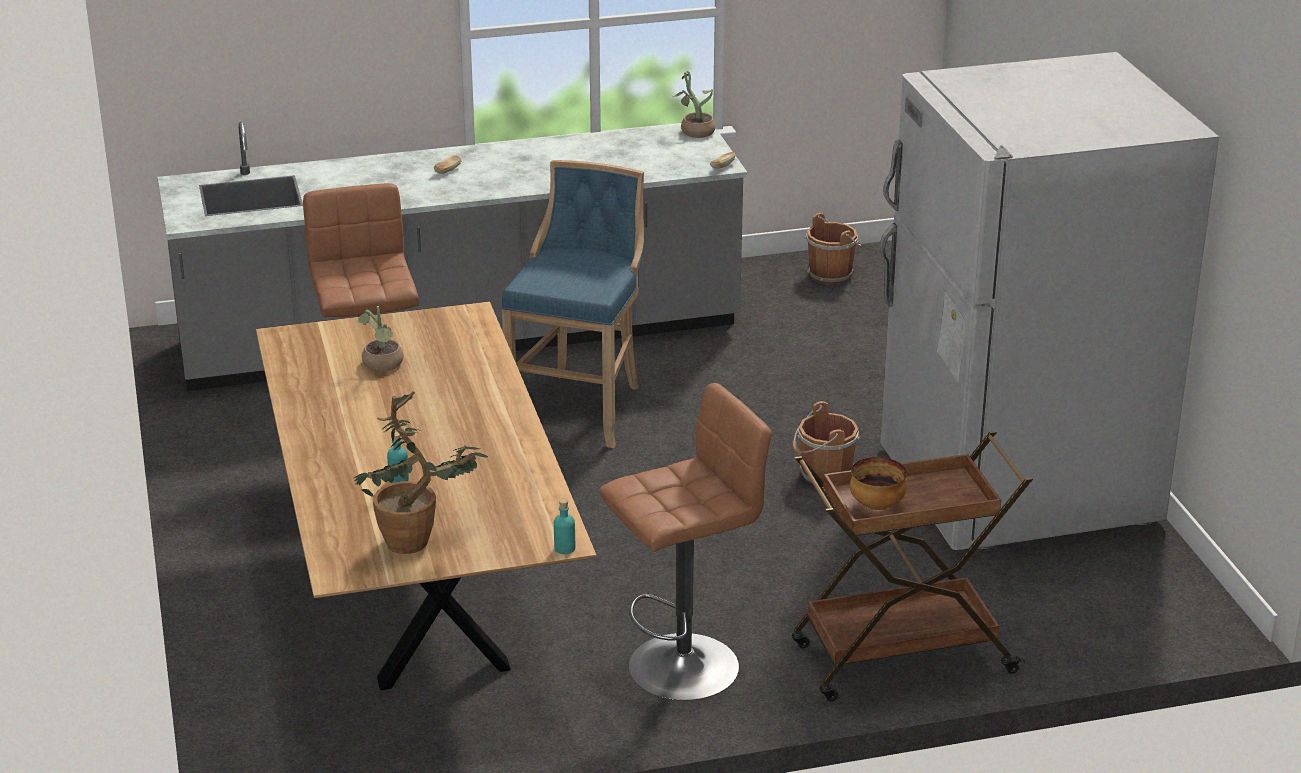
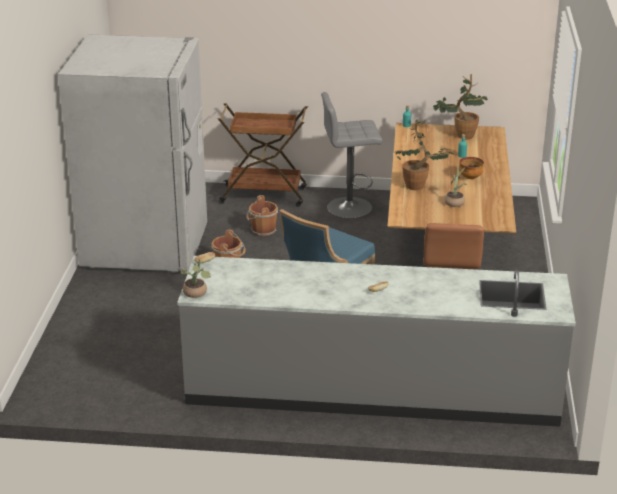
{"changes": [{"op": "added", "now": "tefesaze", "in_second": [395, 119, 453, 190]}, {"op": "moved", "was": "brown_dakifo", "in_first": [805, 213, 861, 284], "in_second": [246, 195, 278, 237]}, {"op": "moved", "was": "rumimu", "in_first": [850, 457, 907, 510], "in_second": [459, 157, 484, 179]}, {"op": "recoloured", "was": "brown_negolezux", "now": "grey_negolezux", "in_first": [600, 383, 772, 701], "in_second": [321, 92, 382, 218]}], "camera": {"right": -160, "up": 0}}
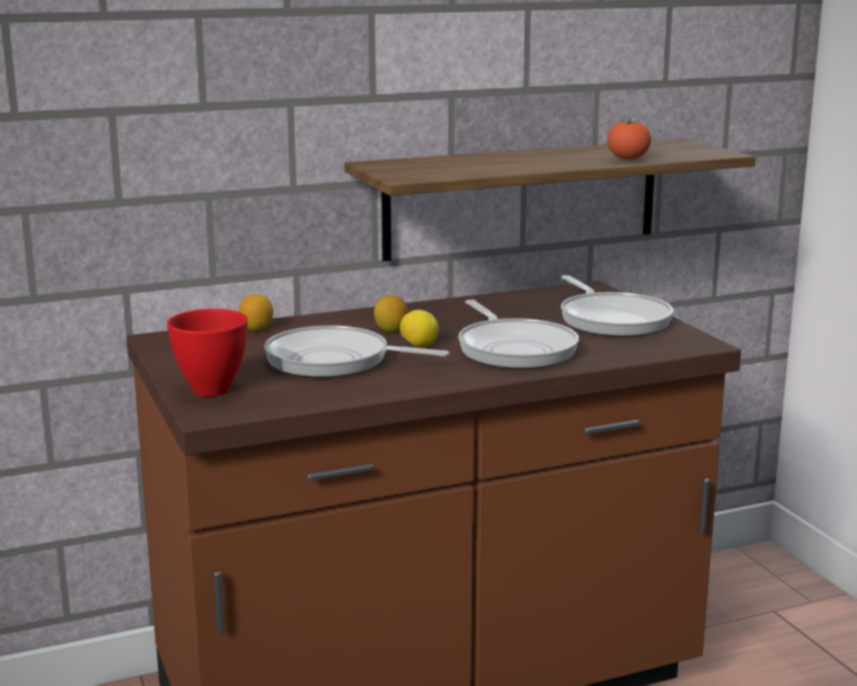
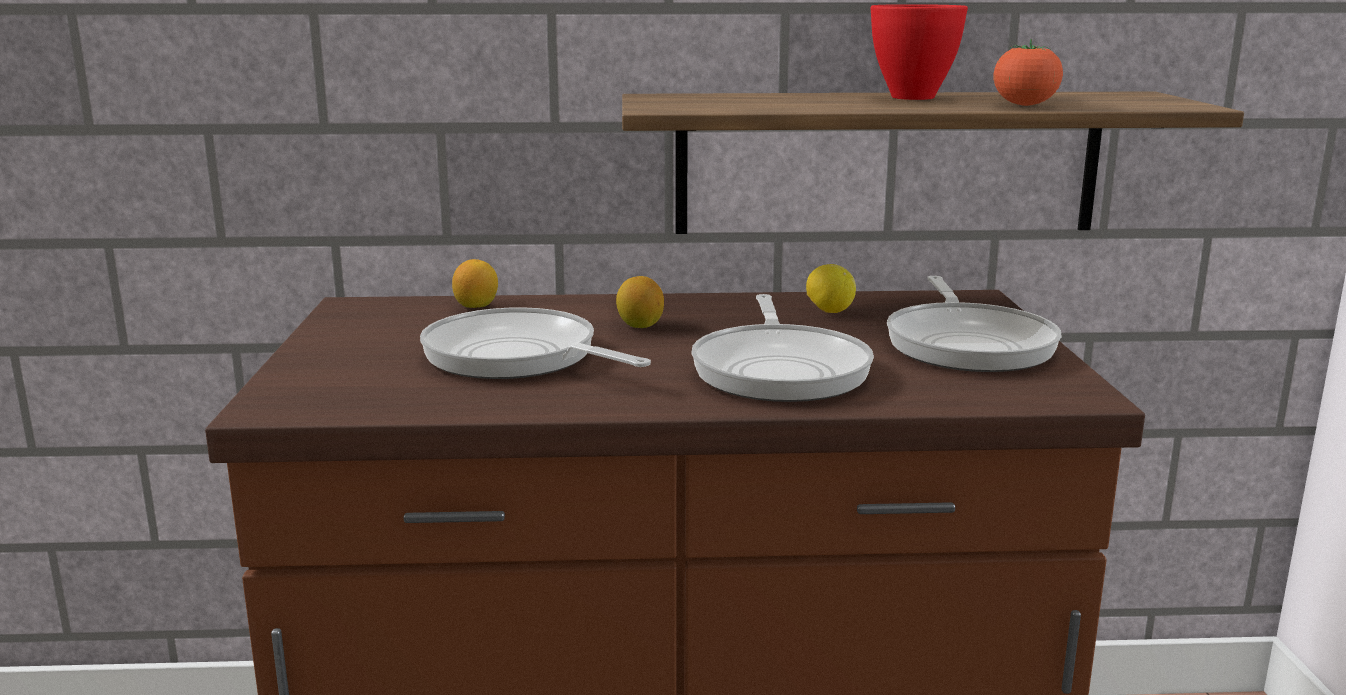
{"changes": [{"op": "moved", "was": "red_rumimu", "in_first": [167, 309, 248, 397], "in_second": [871, 4, 968, 100]}, {"op": "moved", "was": "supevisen", "in_first": [400, 310, 439, 348], "in_second": [806, 264, 856, 313]}], "camera": {"right": 20, "up": 0}}
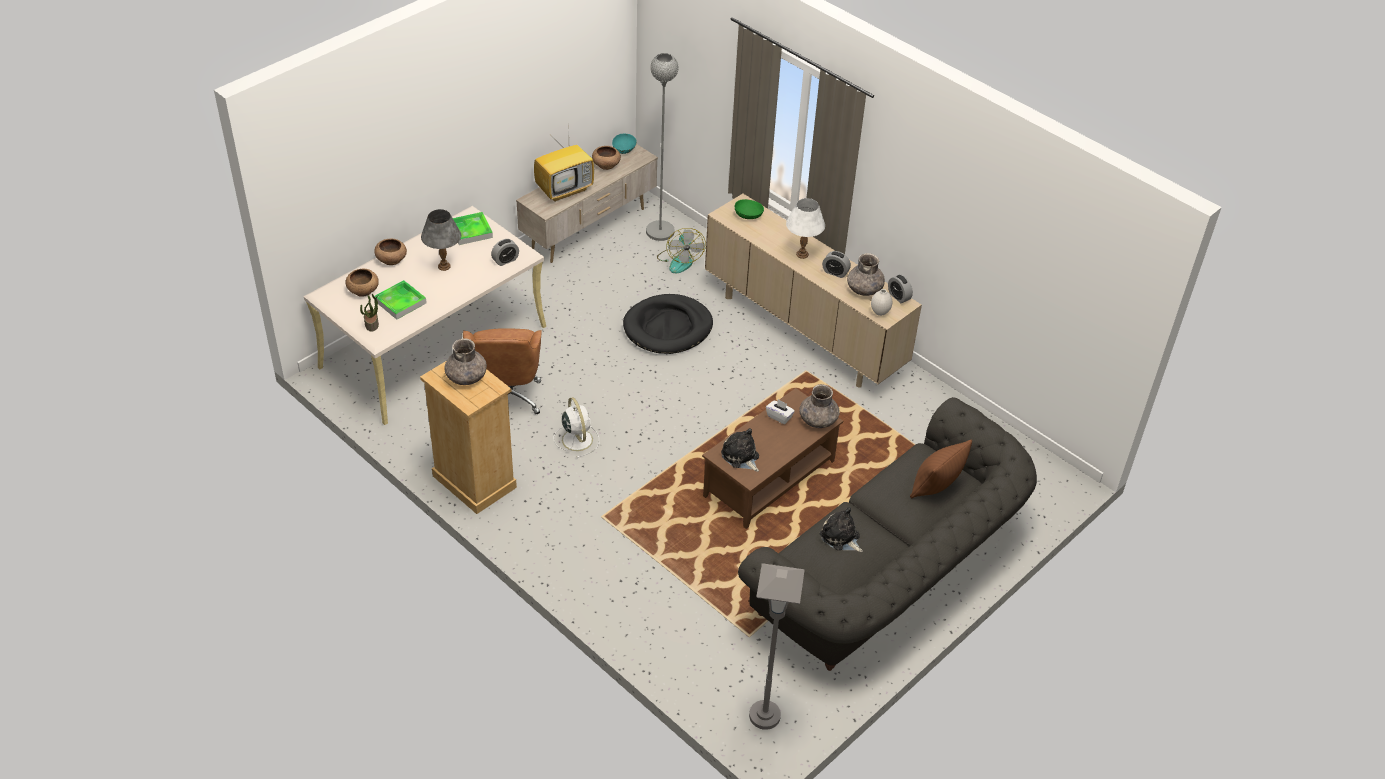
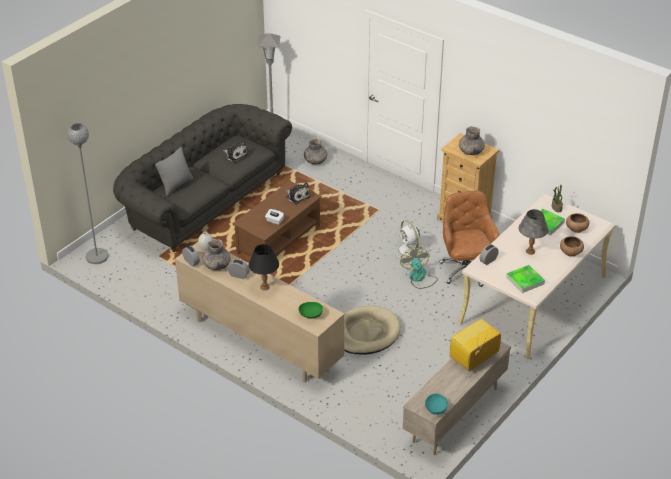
{"changes": [{"op": "removed", "was": "brown_rumimu", "in_first": [592, 146, 621, 170]}, {"op": "moved", "was": "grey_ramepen", "in_first": [646, 53, 678, 241], "in_second": [67, 123, 108, 264]}, {"op": "moved", "was": "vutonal", "in_first": [657, 228, 706, 273], "in_second": [400, 247, 438, 289]}, {"op": "moved", "was": "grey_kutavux", "in_first": [799, 384, 840, 428], "in_second": [304, 138, 327, 164]}, {"op": "recoloured", "was": "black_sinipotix", "now": "beige_sinipotix", "in_first": [623, 294, 713, 354], "in_second": [344, 305, 401, 355]}, {"op": "recoloured", "was": "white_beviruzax", "now": "black_beviruzax", "in_first": [786, 198, 825, 259], "in_second": [249, 244, 279, 291]}, {"op": "recoloured", "was": "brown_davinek", "now": "grey_davinek", "in_first": [910, 440, 972, 498], "in_second": [155, 147, 193, 196]}], "camera": {"right": 175, "up": -5}}
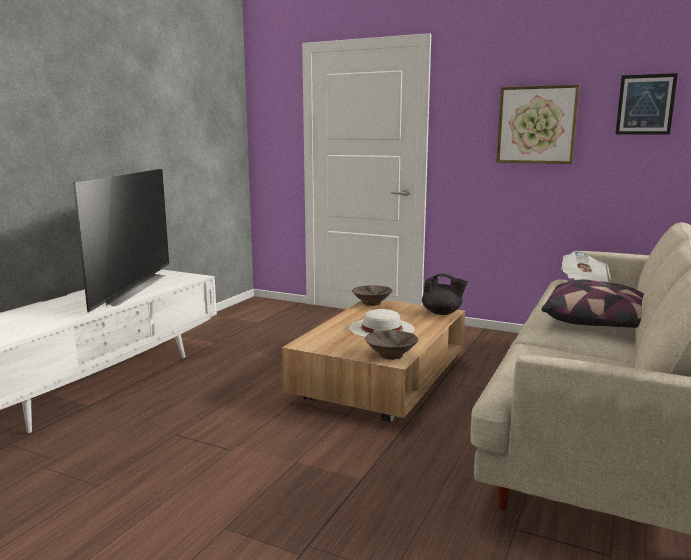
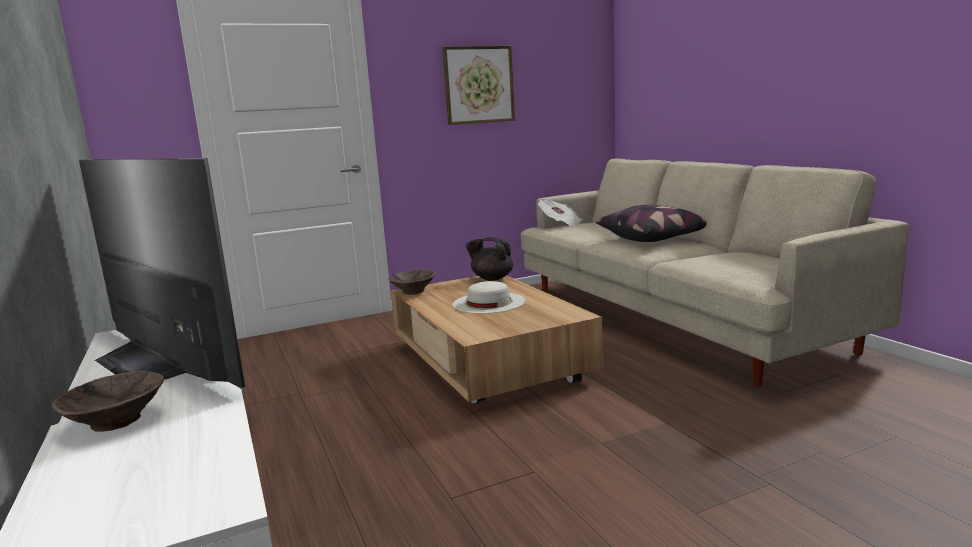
{"changes": [{"op": "removed", "was": "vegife", "in_first": [616, 73, 678, 134]}, {"op": "moved", "was": "brown_rumimu", "in_first": [365, 330, 418, 360], "in_second": [51, 371, 165, 432]}, {"op": "turned", "was": "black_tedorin", "in_first": [422, 274, 468, 315], "in_second": [465, 237, 514, 281], "clockwise": -135}], "camera": {"right": -50, "up": 0}}
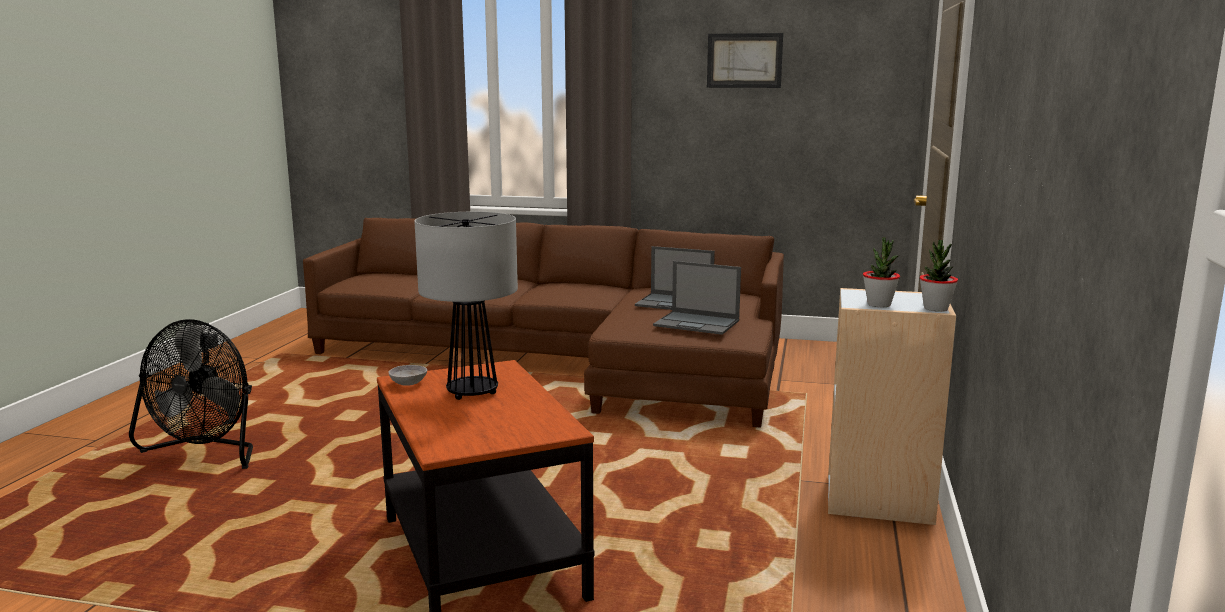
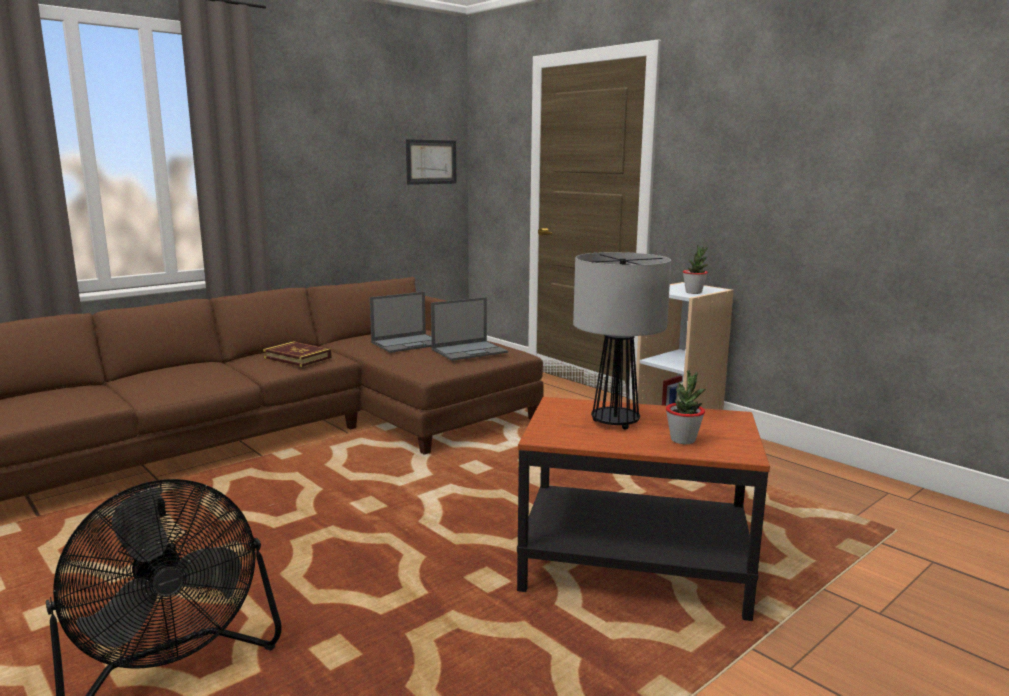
{"changes": [{"op": "removed", "was": "grey_rumimu", "in_first": [388, 365, 427, 386]}, {"op": "added", "now": "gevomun", "in_second": [263, 341, 332, 367]}, {"op": "moved", "was": "vegife", "in_first": [707, 33, 783, 88], "in_second": [406, 139, 456, 185]}, {"op": "moved", "was": "tefesaze", "in_first": [919, 240, 958, 312], "in_second": [666, 370, 705, 444]}], "camera": {"right": -55, "up": 0}}
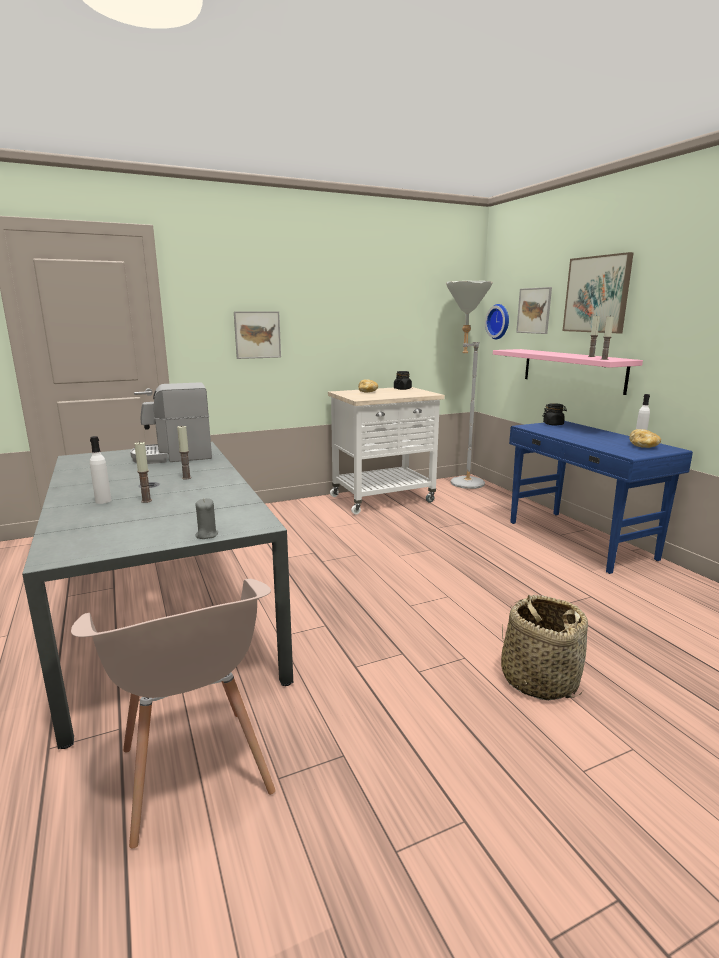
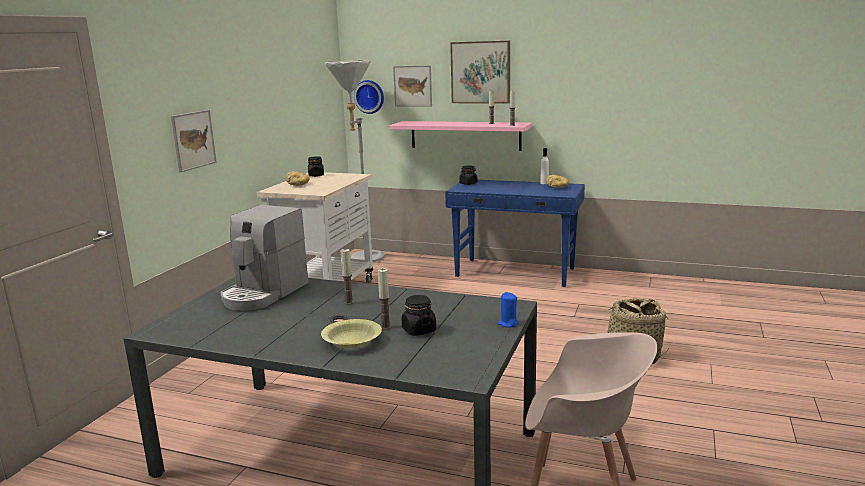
{"changes": [{"op": "added", "now": "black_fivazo", "in_second": [401, 295, 436, 336]}, {"op": "replaced", "was": "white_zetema", "now": "yellow_rumimu", "in_first": [90, 436, 112, 504], "in_second": [321, 319, 382, 349]}, {"op": "recoloured", "was": "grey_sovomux", "now": "blue_sovomux", "in_first": [195, 498, 218, 539], "in_second": [497, 292, 519, 328]}], "camera": {"right": -45, "up": 0}}
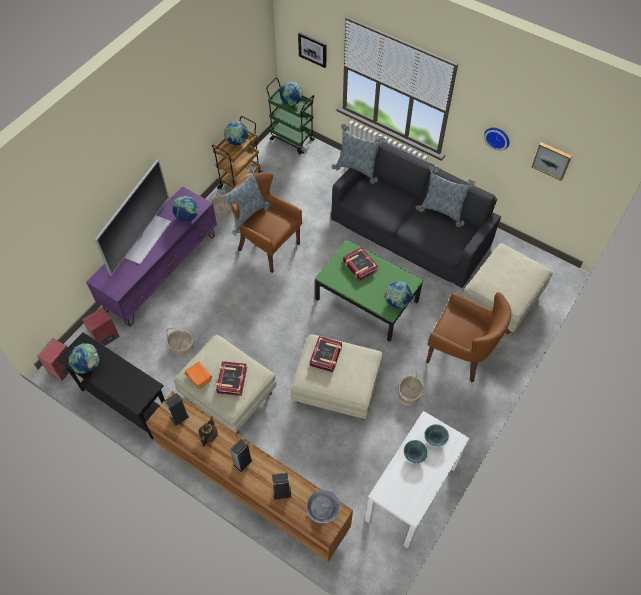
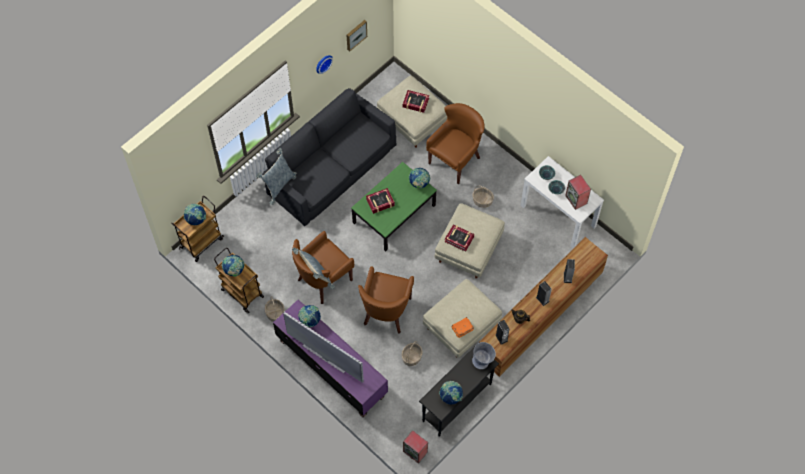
{"changes": [{"op": "removed", "was": "vegife", "in_first": [298, 32, 327, 68]}, {"op": "removed", "was": "davinek", "in_first": [416, 165, 476, 227]}, {"op": "added", "now": "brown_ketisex", "in_second": [358, 266, 414, 334]}, {"op": "moved", "was": "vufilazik", "in_first": [82, 307, 120, 346], "in_second": [565, 175, 591, 210]}, {"op": "moved", "was": "gevomun", "in_first": [216, 361, 247, 396], "in_second": [403, 90, 429, 113]}, {"op": "moved", "was": "grey_rumimu", "in_first": [306, 490, 341, 523], "in_second": [472, 342, 496, 369]}, {"op": "recoloured", "was": "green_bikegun", "now": "brown_bikegun", "in_first": [266, 78, 315, 154], "in_second": [171, 196, 224, 262]}], "camera": {"right": -80, "up": 5}}
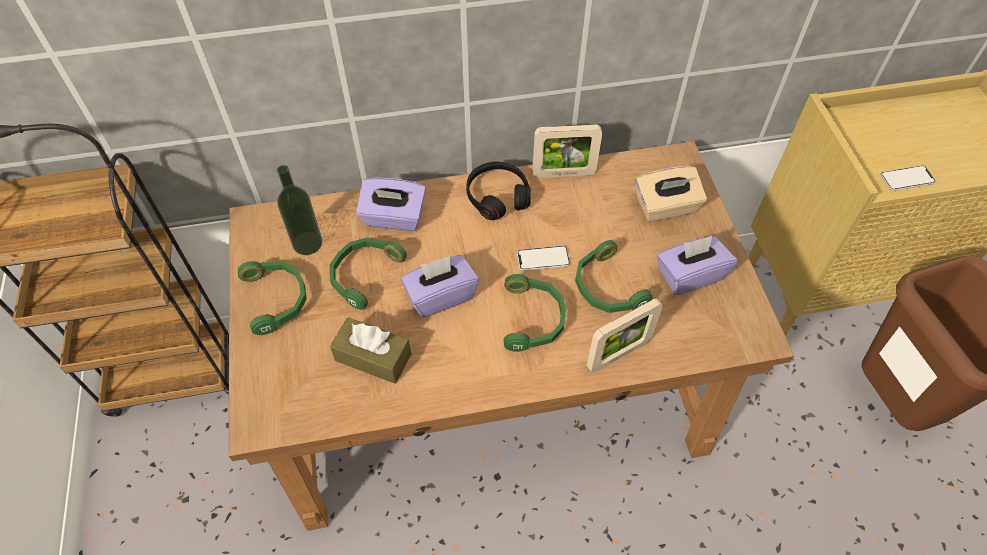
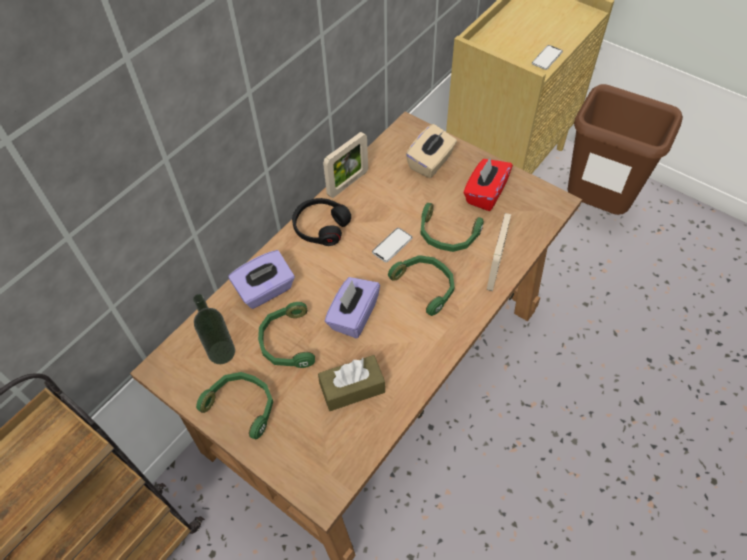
{"changes": [{"op": "recoloured", "was": "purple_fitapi", "now": "red_fitapi", "in_first": [657, 236, 737, 295], "in_second": [463, 158, 513, 211]}], "camera": {"right": -40, "up": 0}}
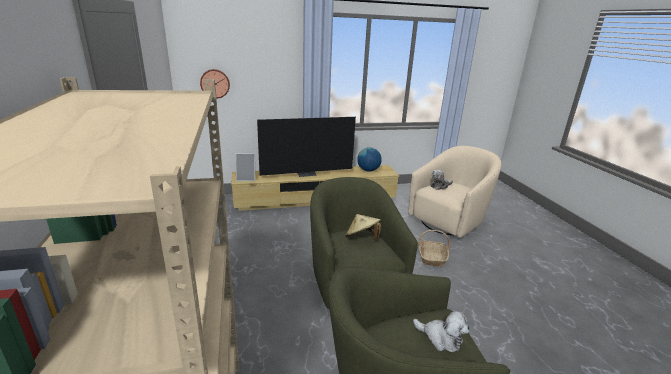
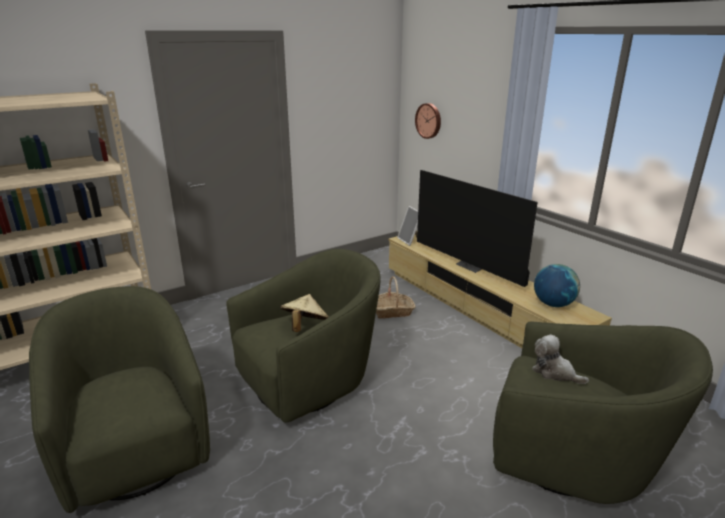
{"changes": [{"op": "removed", "was": "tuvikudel", "in_first": [413, 311, 469, 352]}, {"op": "moved", "was": "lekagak", "in_first": [418, 230, 450, 267], "in_second": [376, 276, 416, 318]}, {"op": "recoloured", "was": "beige_ketisex", "now": "green_ketisex", "in_first": [408, 146, 501, 238], "in_second": [493, 321, 713, 504]}], "camera": {"right": 70, "up": 0}}
